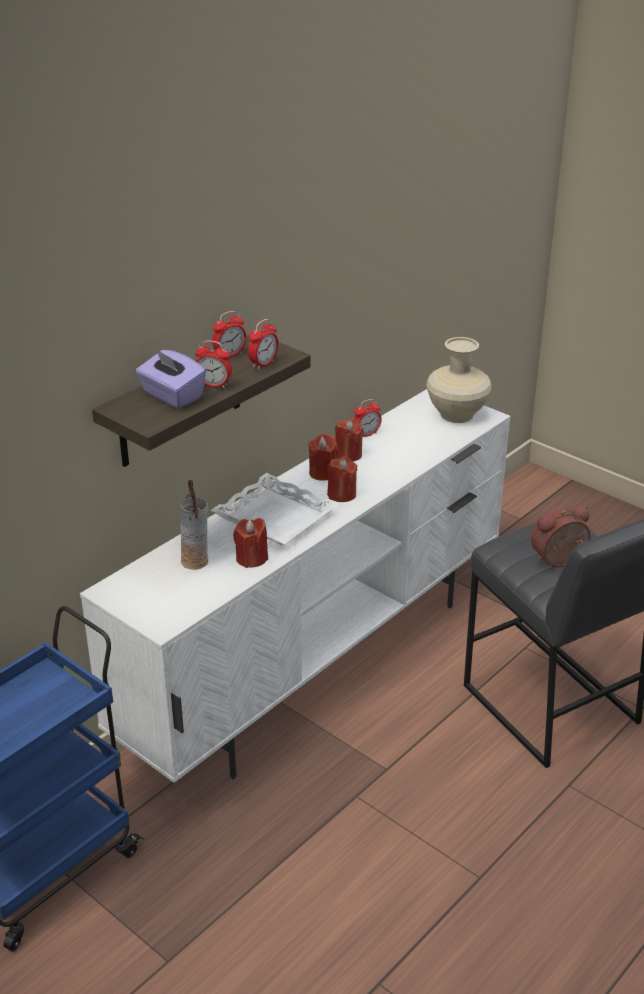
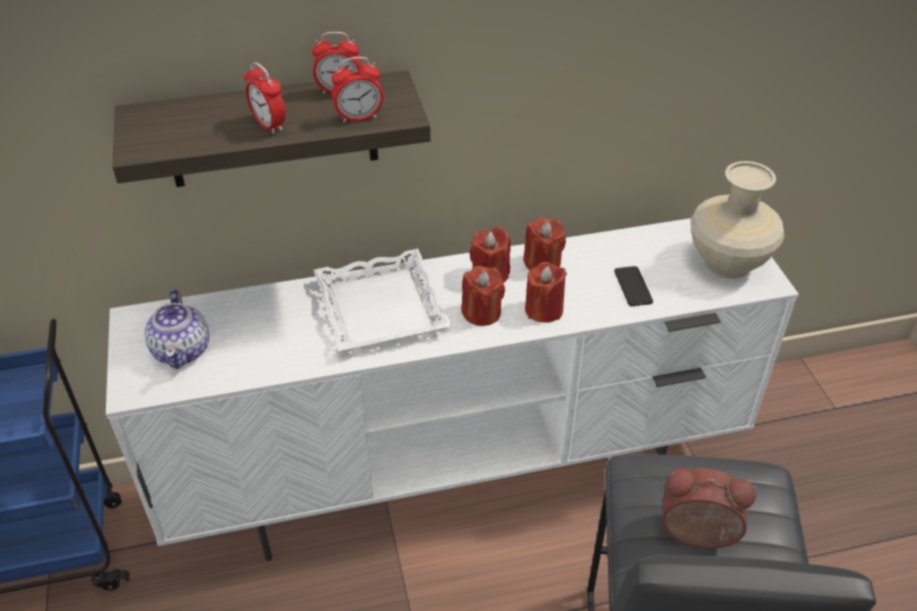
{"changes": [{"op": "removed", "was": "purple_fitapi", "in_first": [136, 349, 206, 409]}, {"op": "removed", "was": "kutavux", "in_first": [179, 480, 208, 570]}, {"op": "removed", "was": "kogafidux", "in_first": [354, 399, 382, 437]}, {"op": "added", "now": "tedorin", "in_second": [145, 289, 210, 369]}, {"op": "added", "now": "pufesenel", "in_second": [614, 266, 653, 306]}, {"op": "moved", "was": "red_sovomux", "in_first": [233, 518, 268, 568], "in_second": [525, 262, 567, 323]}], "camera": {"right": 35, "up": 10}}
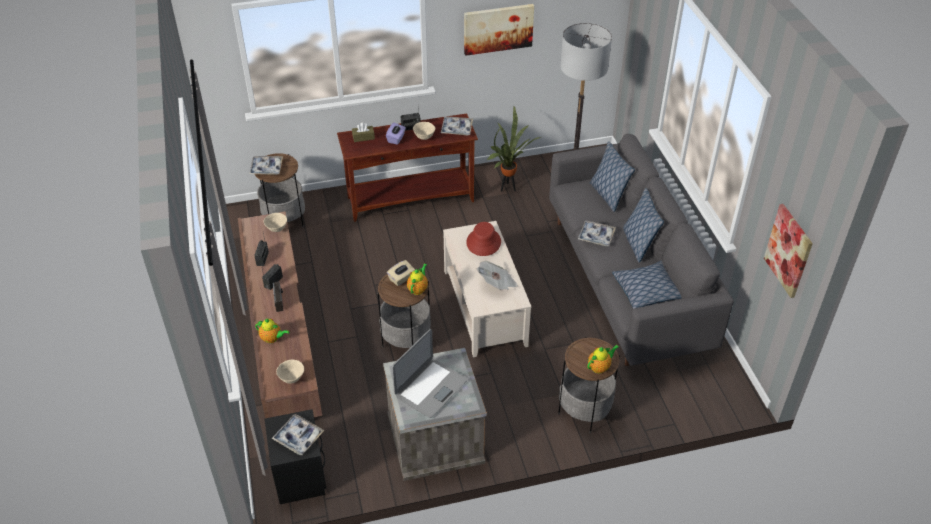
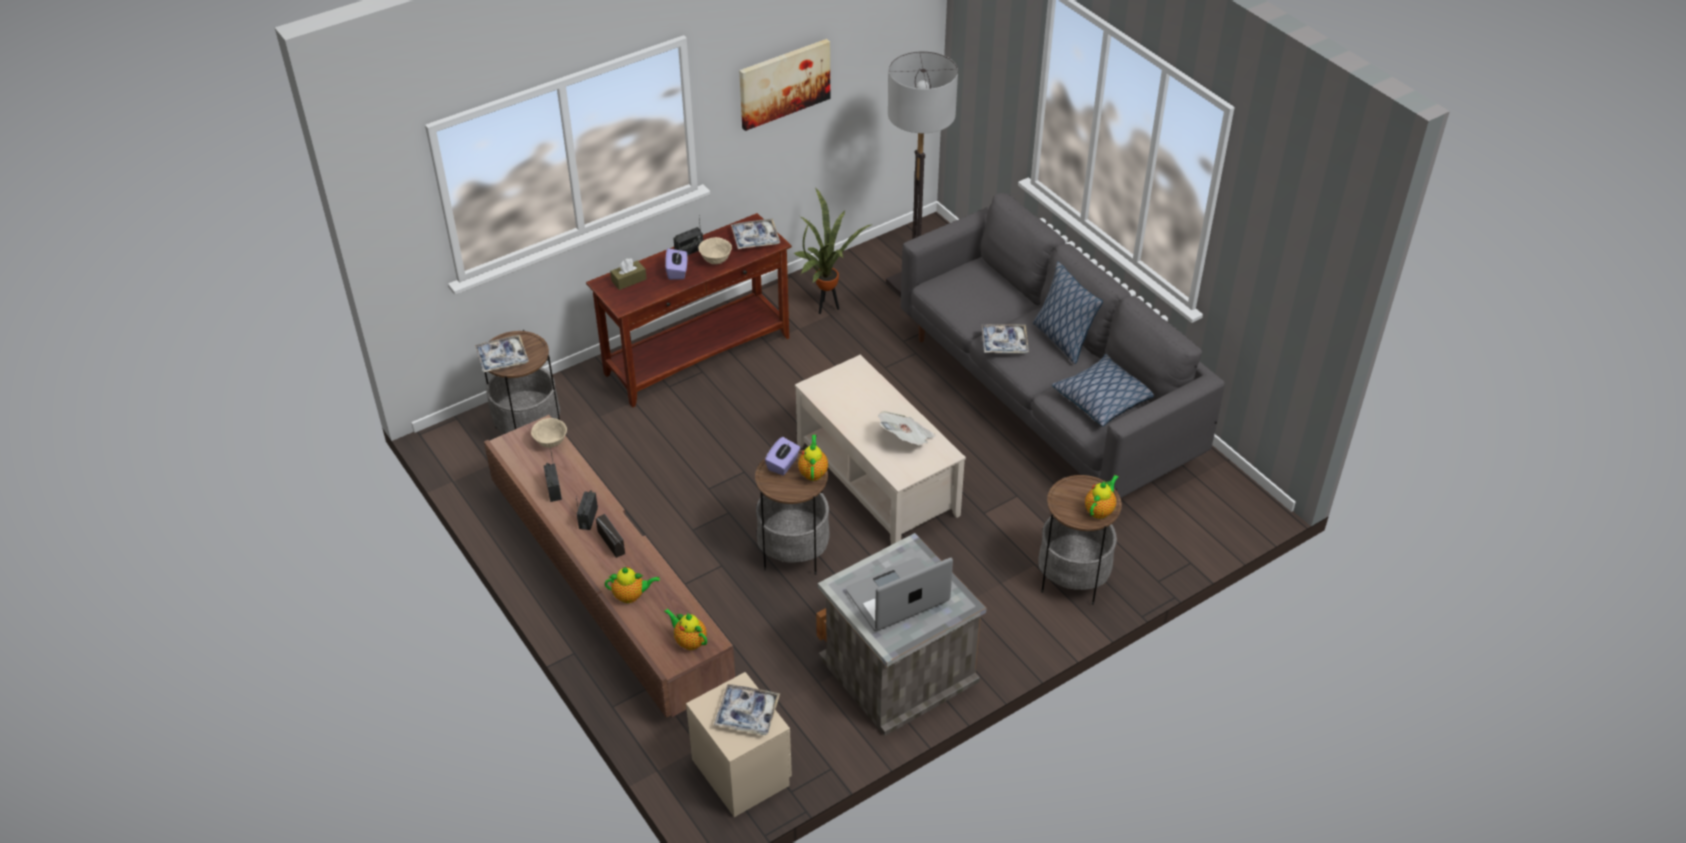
{"changes": [{"op": "removed", "was": "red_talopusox", "in_first": [466, 222, 501, 256]}, {"op": "removed", "was": "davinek", "in_first": [590, 141, 635, 212]}, {"op": "removed", "was": "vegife", "in_first": [764, 204, 813, 298]}, {"op": "replaced", "was": "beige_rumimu", "now": "tedorin", "in_first": [276, 359, 304, 384], "in_second": [664, 608, 707, 650]}, {"op": "recoloured", "was": "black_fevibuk", "now": "beige_fevibuk", "in_first": [265, 409, 327, 504], "in_second": [686, 672, 792, 817]}, {"op": "recoloured", "was": "beige_fitapi", "now": "purple_fitapi", "in_first": [387, 260, 415, 286], "in_second": [765, 437, 801, 475]}, {"op": "turned", "was": "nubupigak", "in_first": [392, 329, 467, 418], "in_second": [846, 558, 953, 631], "clockwise": -135}], "camera": {"right": -20, "up": 0}}
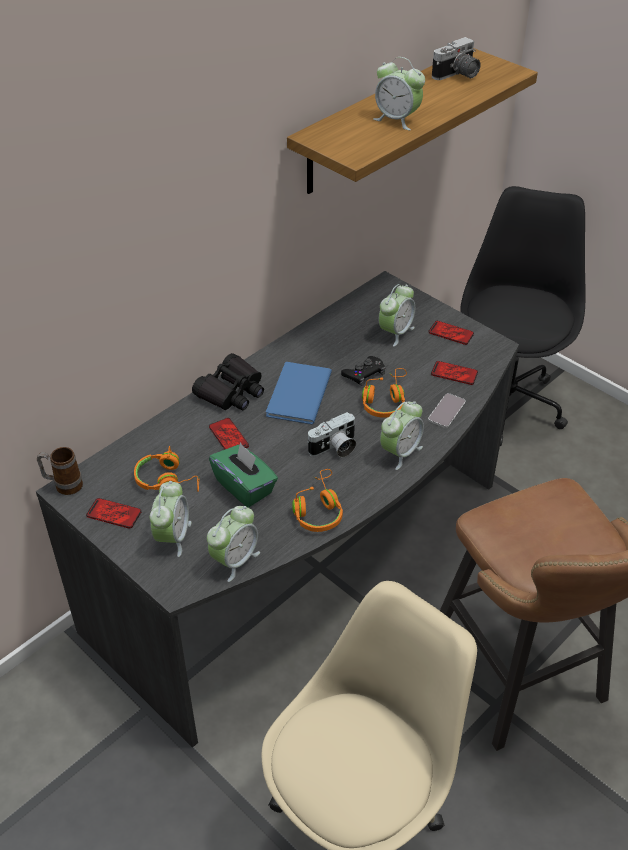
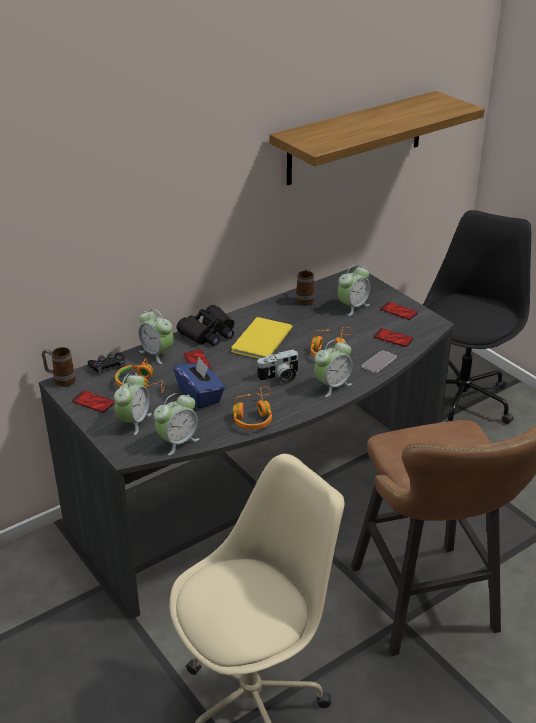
{"changes": [{"op": "removed", "was": "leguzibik", "in_first": [432, 37, 481, 80]}, {"op": "added", "now": "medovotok", "in_second": [296, 266, 315, 306]}, {"op": "moved", "was": "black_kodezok", "in_first": [341, 356, 386, 386], "in_second": [88, 353, 125, 375]}, {"op": "moved", "was": "kogafidux", "in_first": [373, 57, 425, 130], "in_second": [138, 309, 173, 364]}, {"op": "recoloured", "was": "green_fitapi", "now": "blue_fitapi", "in_first": [209, 442, 278, 507], "in_second": [174, 357, 225, 409]}, {"op": "recoloured", "was": "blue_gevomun", "now": "yellow_gevomun", "in_first": [266, 362, 332, 424], "in_second": [231, 317, 293, 359]}], "camera": {"right": 10, "up": -10}}
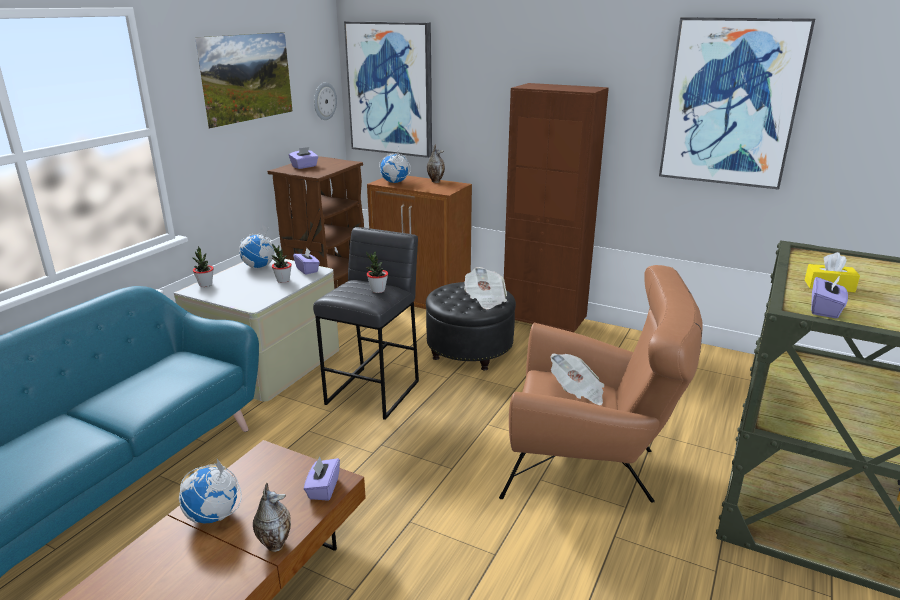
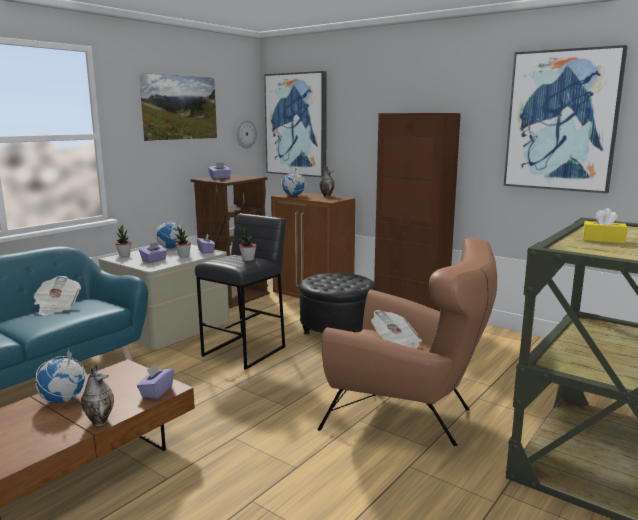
{"changes": [{"op": "moved", "was": "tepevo", "in_first": [464, 267, 507, 309], "in_second": [34, 276, 81, 315]}, {"op": "moved", "was": "purple_fitapi", "in_first": [811, 275, 848, 318], "in_second": [139, 242, 167, 263]}], "camera": {"right": 10, "up": -10}}
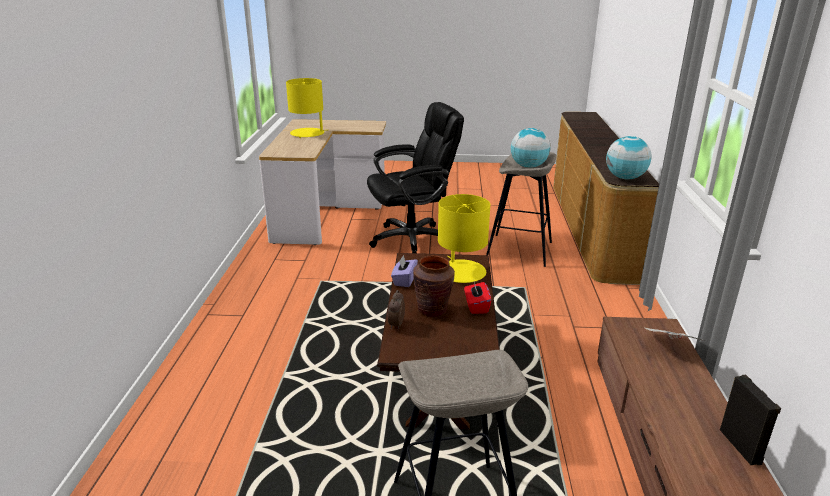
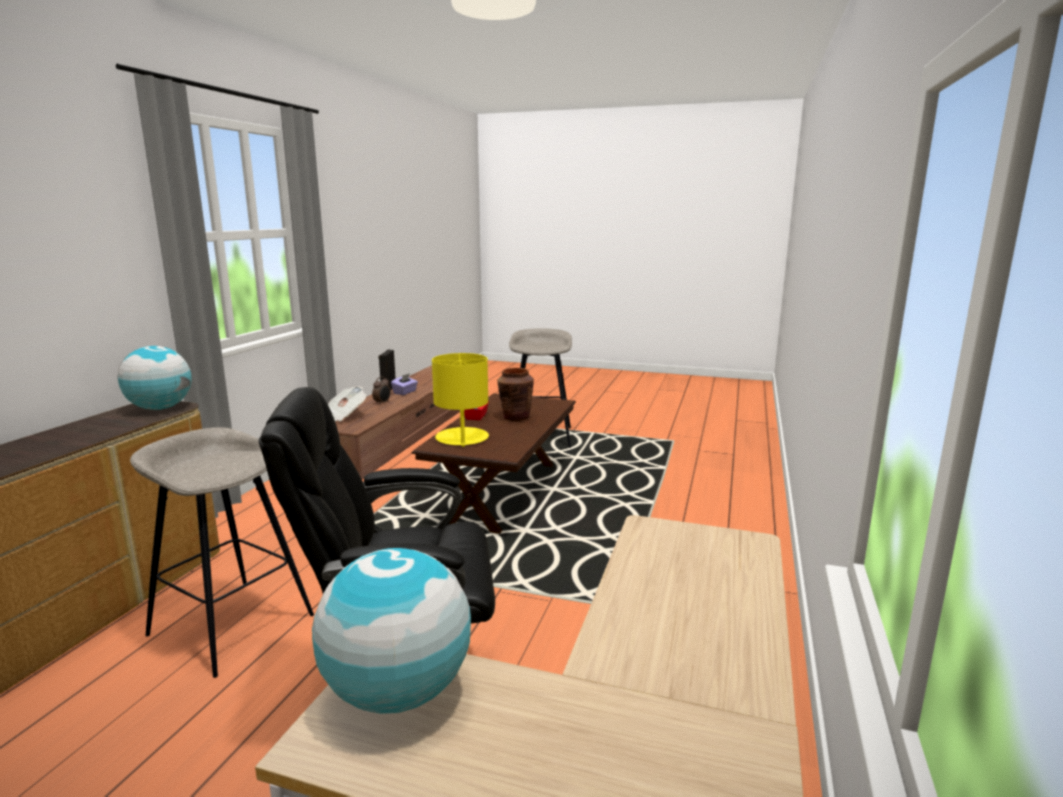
{"changes": [{"op": "removed", "was": "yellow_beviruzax", "in_first": [286, 78, 326, 138]}, {"op": "moved", "was": "kogafidux", "in_first": [388, 290, 405, 329], "in_second": [372, 376, 391, 405]}, {"op": "moved", "was": "purple_fitapi", "in_first": [391, 255, 418, 287], "in_second": [391, 373, 418, 395]}, {"op": "moved", "was": "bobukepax", "in_first": [511, 128, 551, 168], "in_second": [312, 548, 471, 714]}], "camera": {"right": -165, "up": -10}}
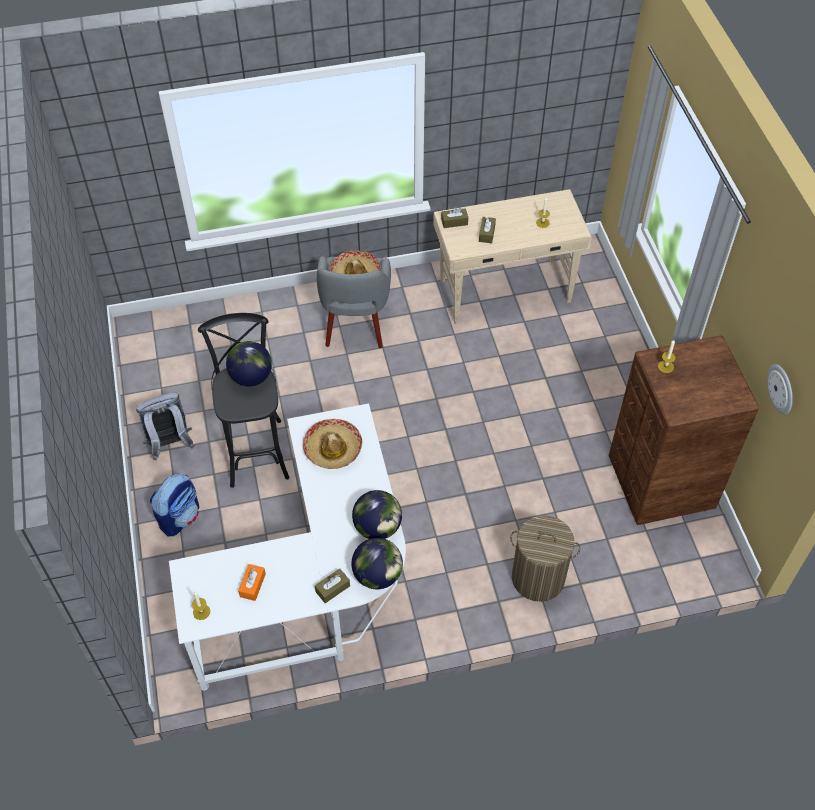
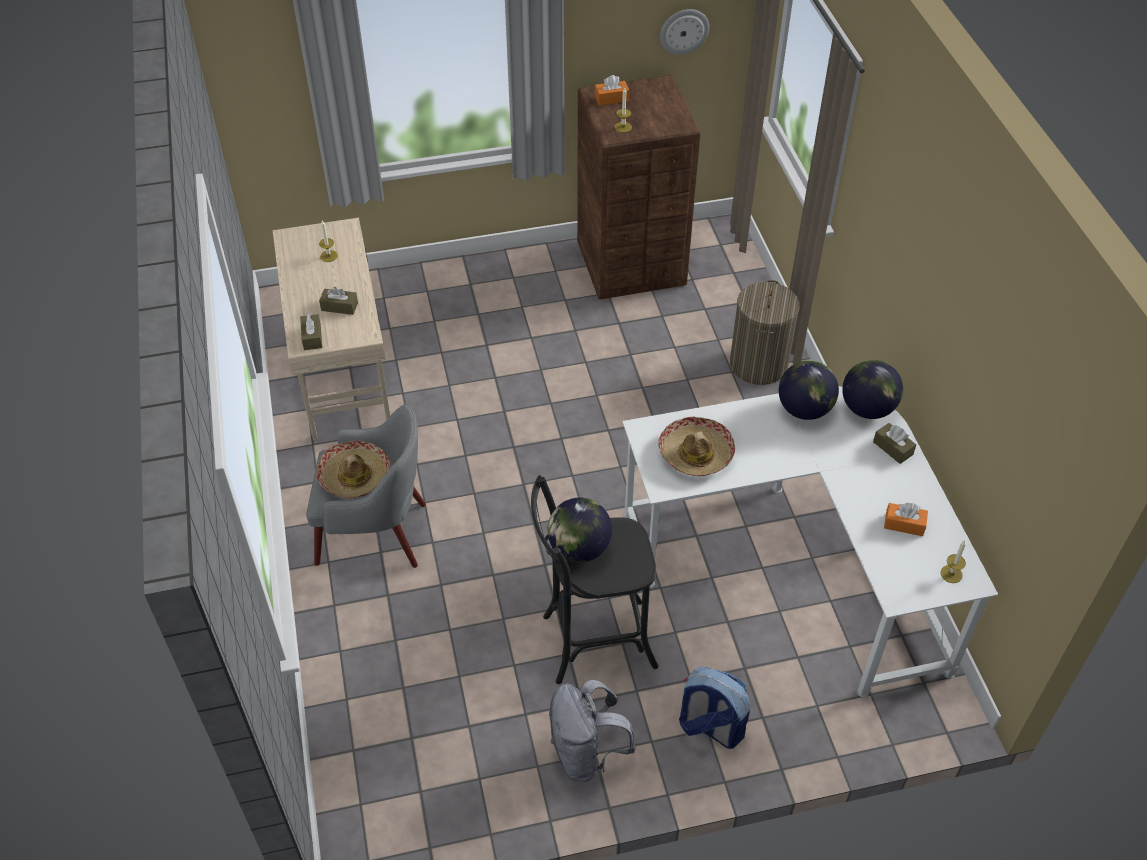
{"changes": [{"op": "added", "now": "orange_fitapi", "in_second": [595, 75, 629, 105]}], "camera": {"right": -90, "up": -5}}
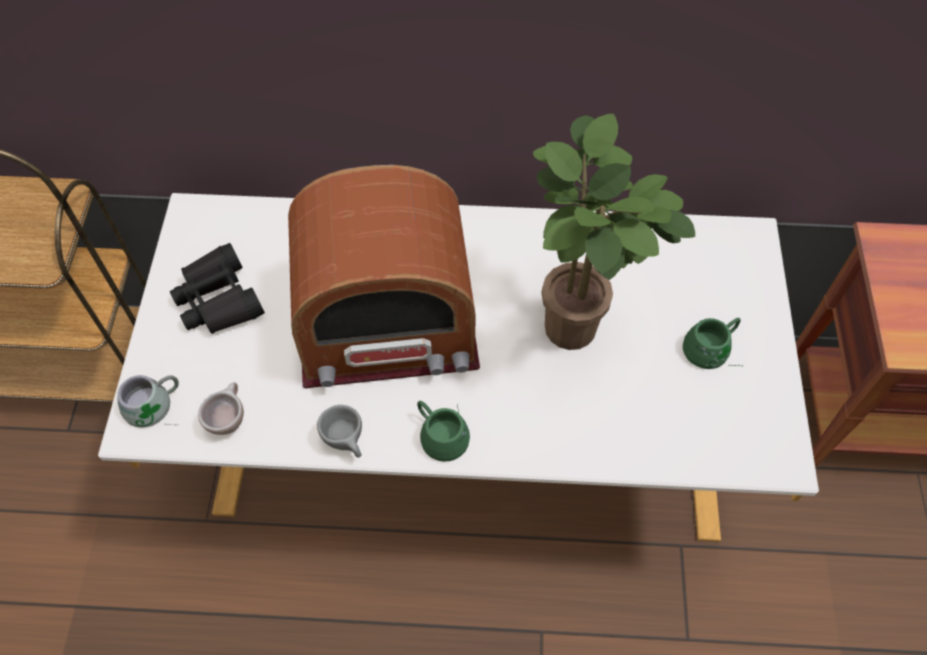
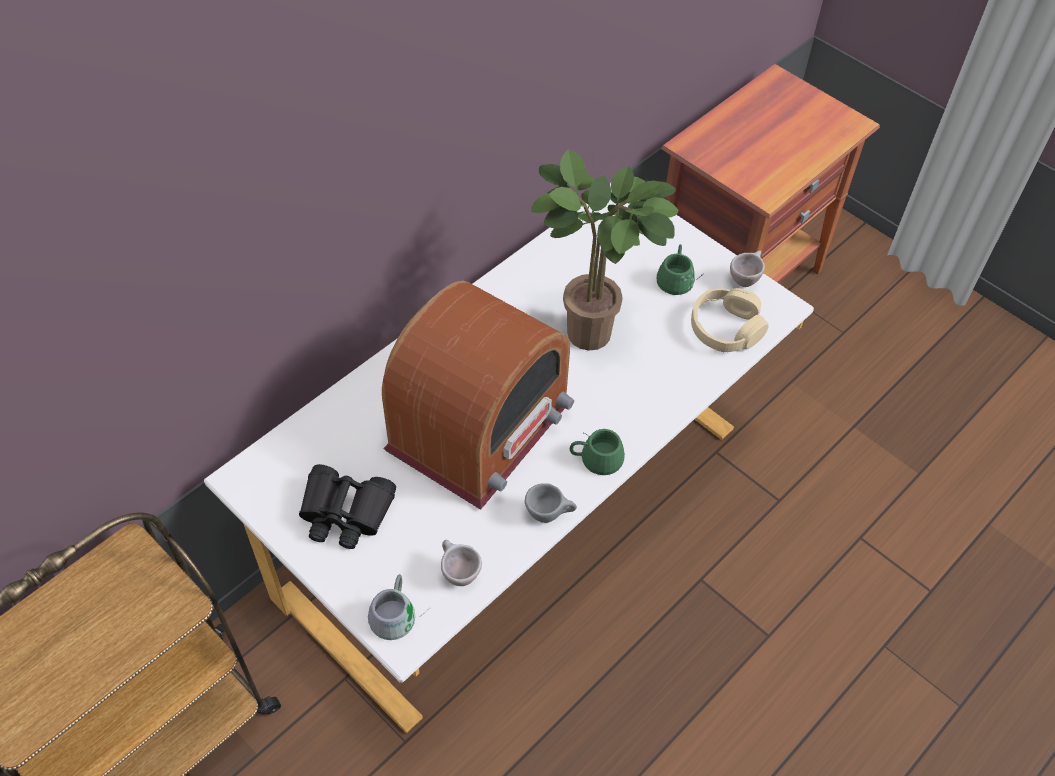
{"changes": [{"op": "added", "now": "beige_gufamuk", "in_second": [691, 288, 769, 352]}, {"op": "added", "now": "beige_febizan", "in_second": [730, 251, 765, 287]}], "camera": {"right": -50, "up": -5}}
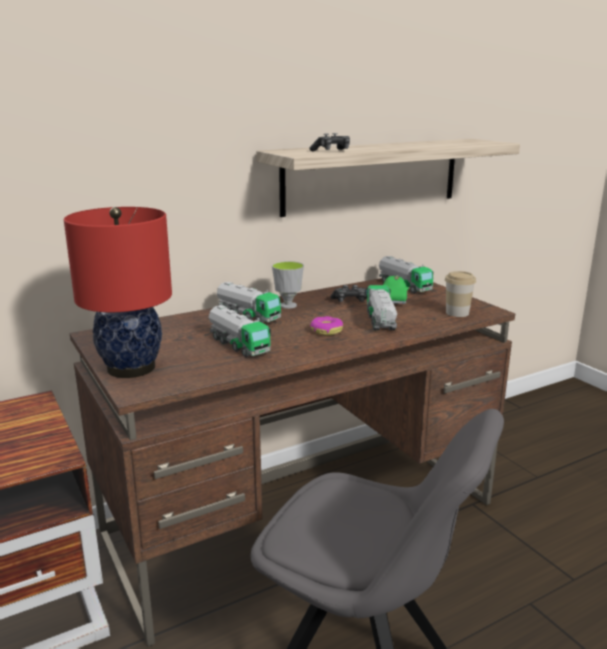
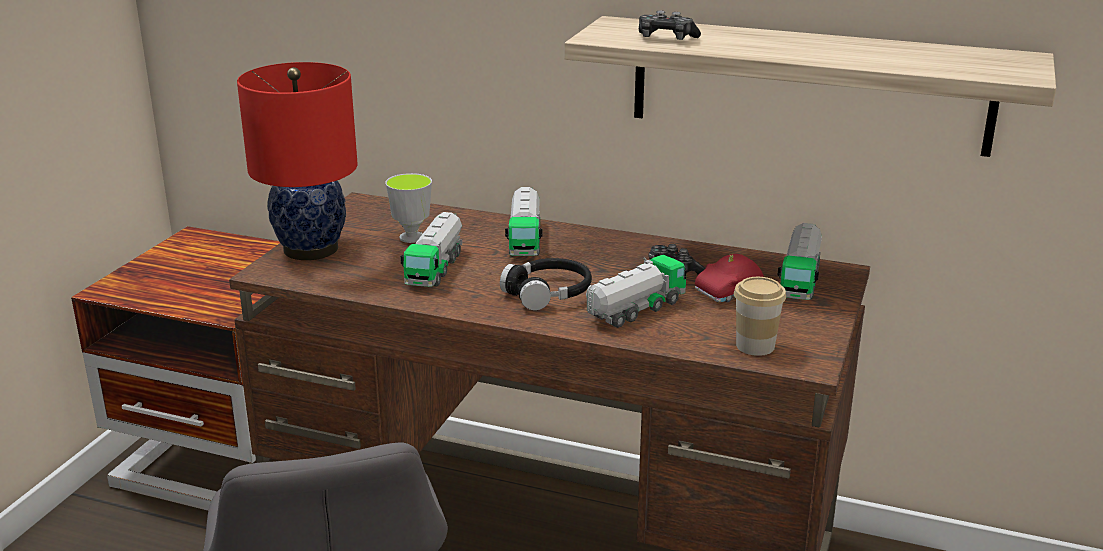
{"changes": [{"op": "moved", "was": "febizan", "in_first": [272, 261, 304, 309], "in_second": [385, 173, 432, 243]}, {"op": "replaced", "was": "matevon", "now": "black_gufamuk", "in_first": [310, 316, 343, 335], "in_second": [500, 258, 592, 310]}, {"op": "recoloured", "was": "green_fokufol", "now": "red_fokufol", "in_first": [383, 275, 409, 304], "in_second": [695, 254, 764, 302]}], "camera": {"right": 50, "up": 5}}
